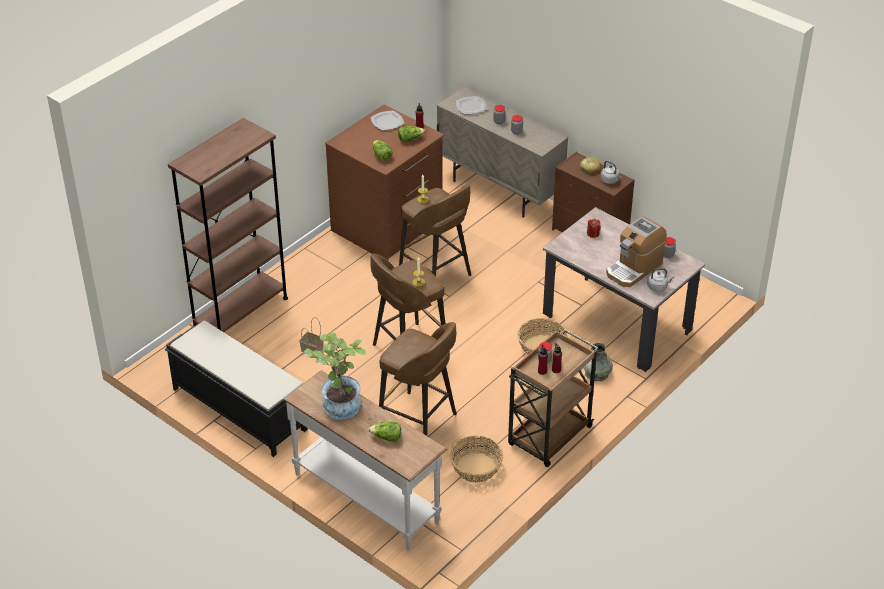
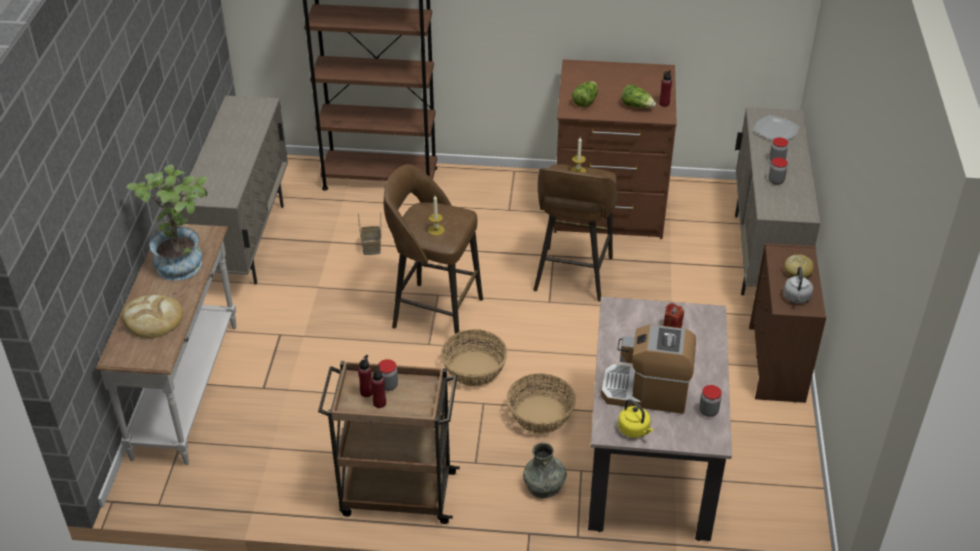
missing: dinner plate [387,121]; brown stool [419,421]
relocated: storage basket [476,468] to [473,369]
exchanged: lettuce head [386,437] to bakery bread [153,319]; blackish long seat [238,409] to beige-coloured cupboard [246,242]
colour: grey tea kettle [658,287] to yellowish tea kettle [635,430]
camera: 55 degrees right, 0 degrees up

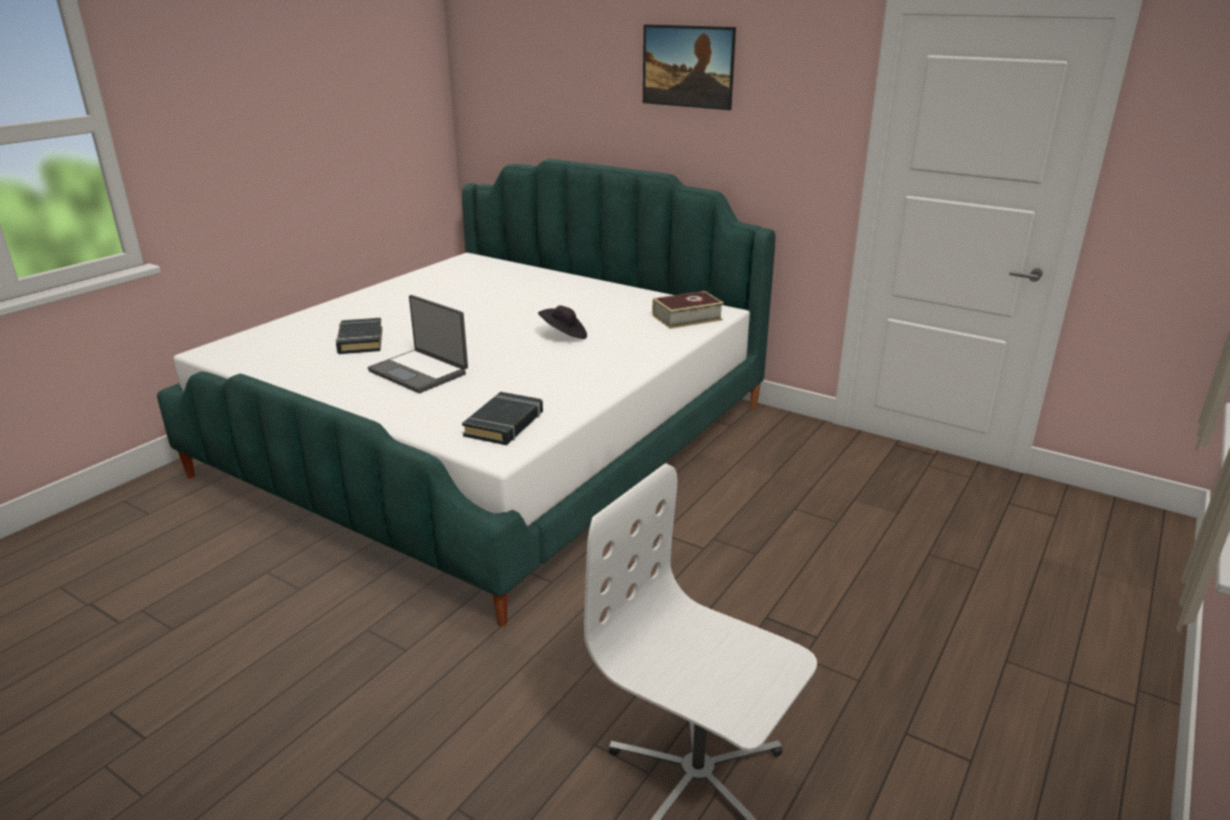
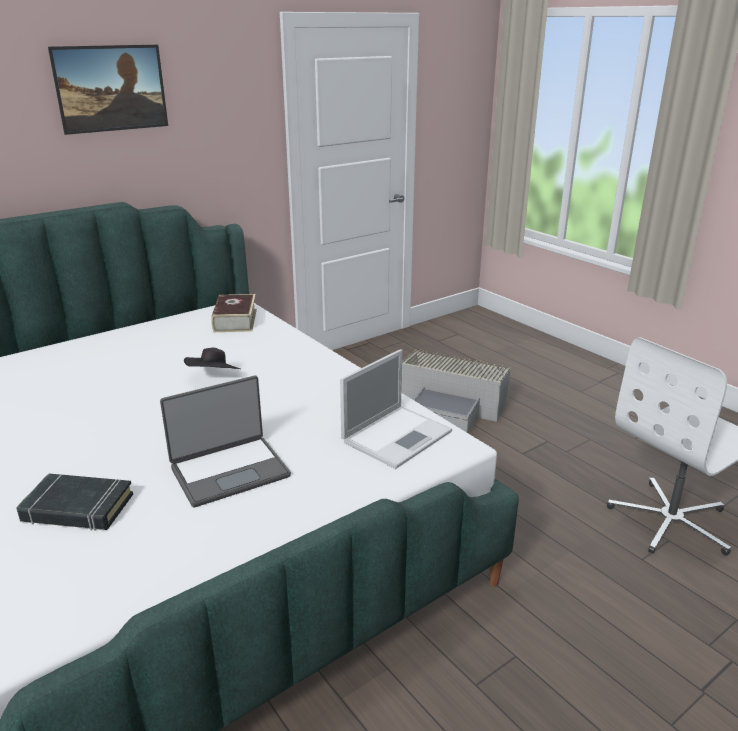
appeared: grey storage box [452,408]
exchanged: blackish volume [504,424] to notebook computer [398,435]
camera: 70 degrees left, 0 degrees up

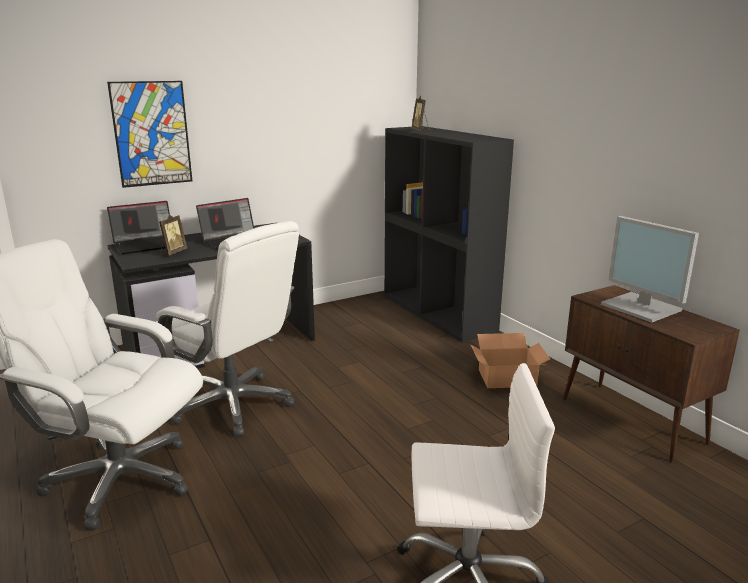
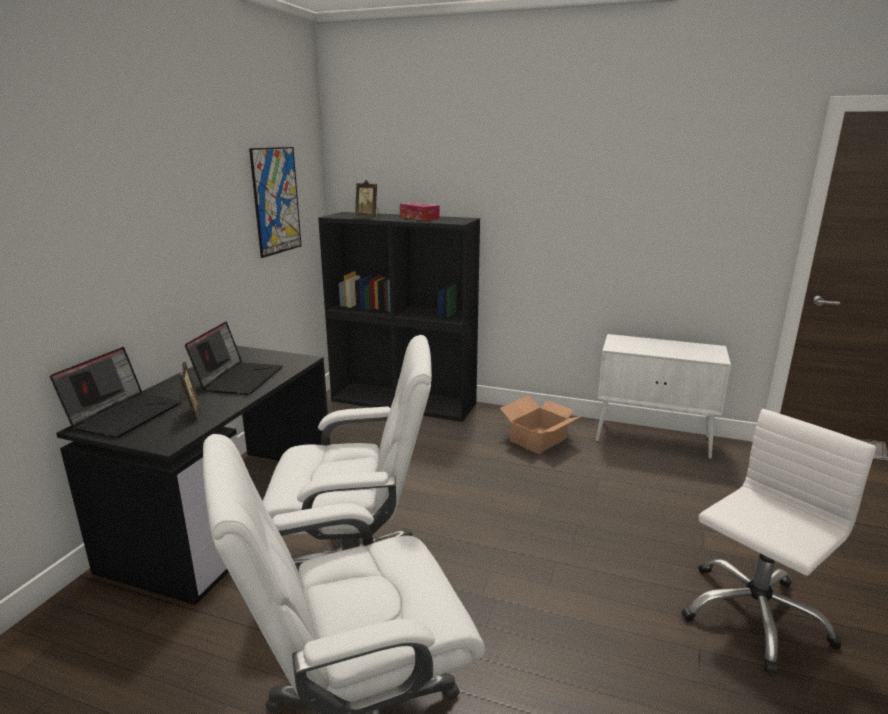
missing: monitor [642,307]
appeared: box of tissues [419,217]
relocated: picture [151,134] to [276,201]
colour: brown cupboard [633,421] to whitish cupboard [653,439]
camera: 40 degrees left, 0 degrees up

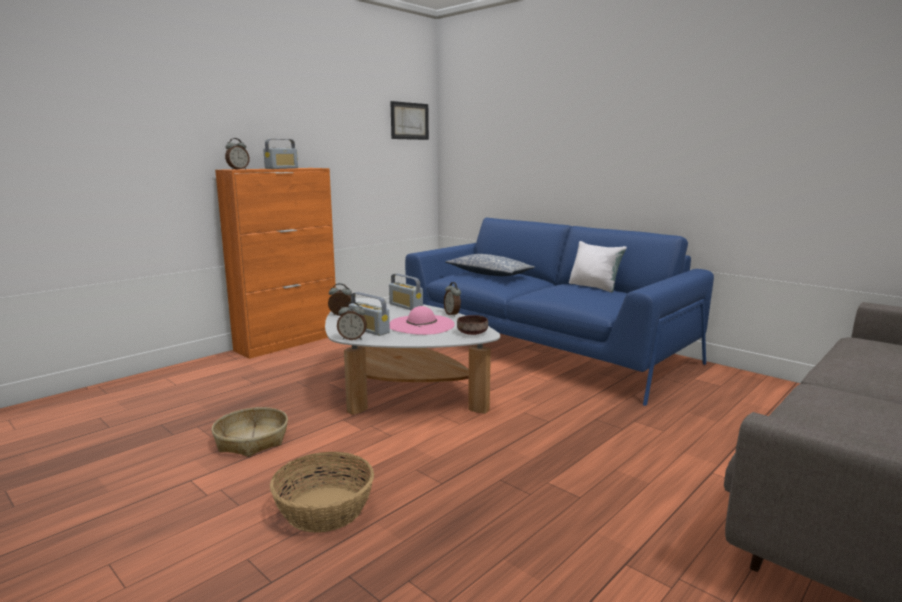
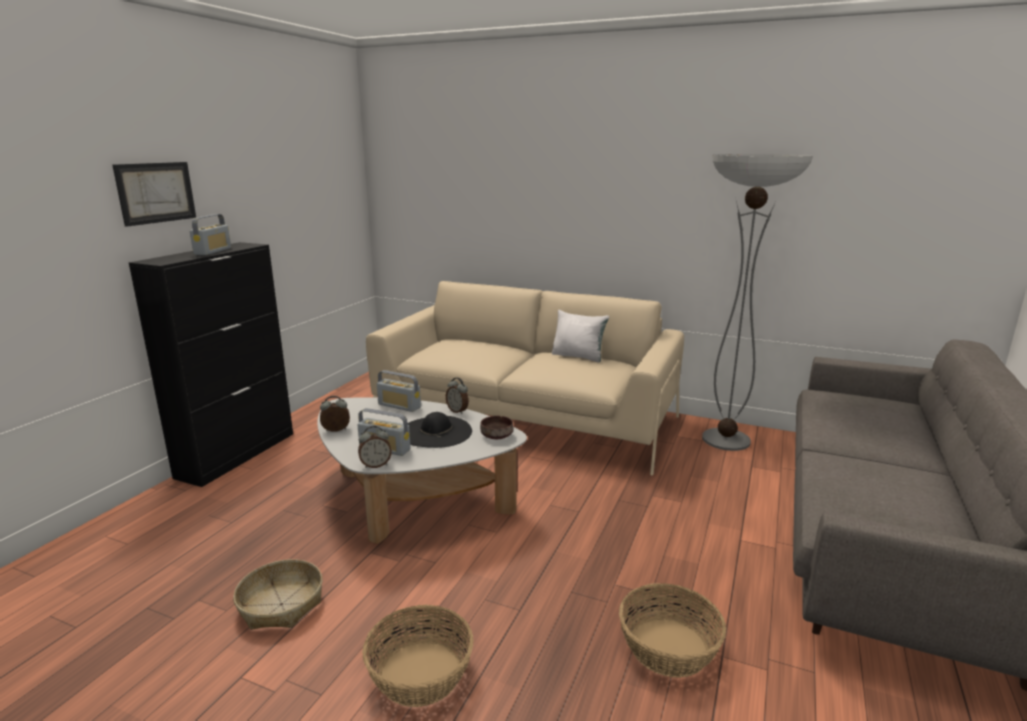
missing: alarm clock [238,169]; pillow [489,274]
appeared: storage basket [669,647]; floor lamp [726,440]
relocated: picture [409,121] to [156,192]
colour: orange-coloured cupboard [288,342] to blackish cupboard [238,454]; blue settee [543,346] to beige-coloured settee [525,417]; pink-coloured clothing hat [421,325] to blackish clothing hat [436,432]
camera: 20 degrees left, 5 degrees up

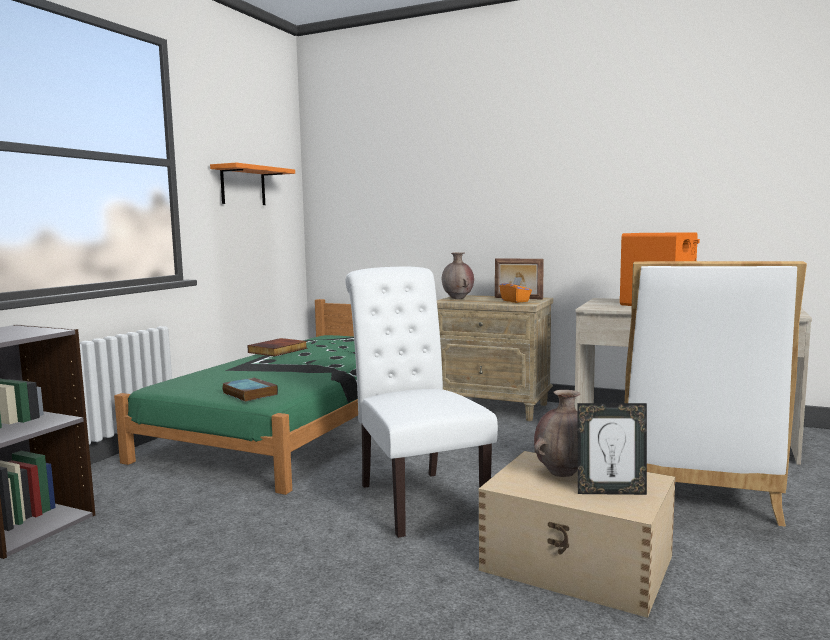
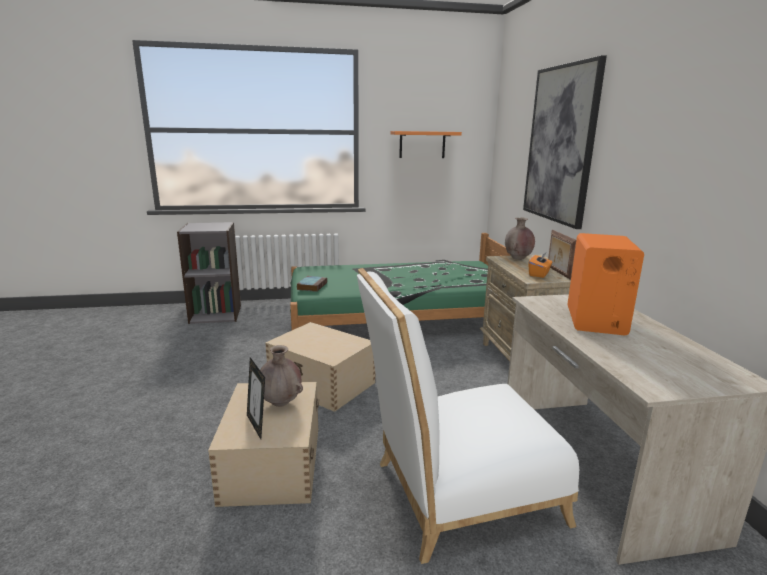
missing: volume [278,350]
appeared: picture [560,144]
exchanged: whitish plain chair [416,497] to beige-coloured storage box [322,383]
camera: 55 degrees right, 10 degrees up

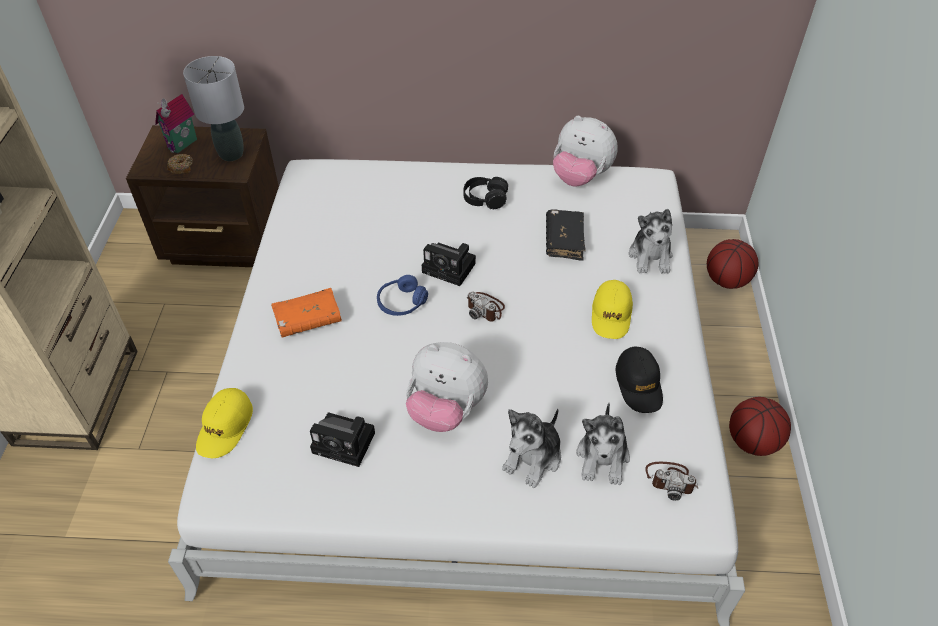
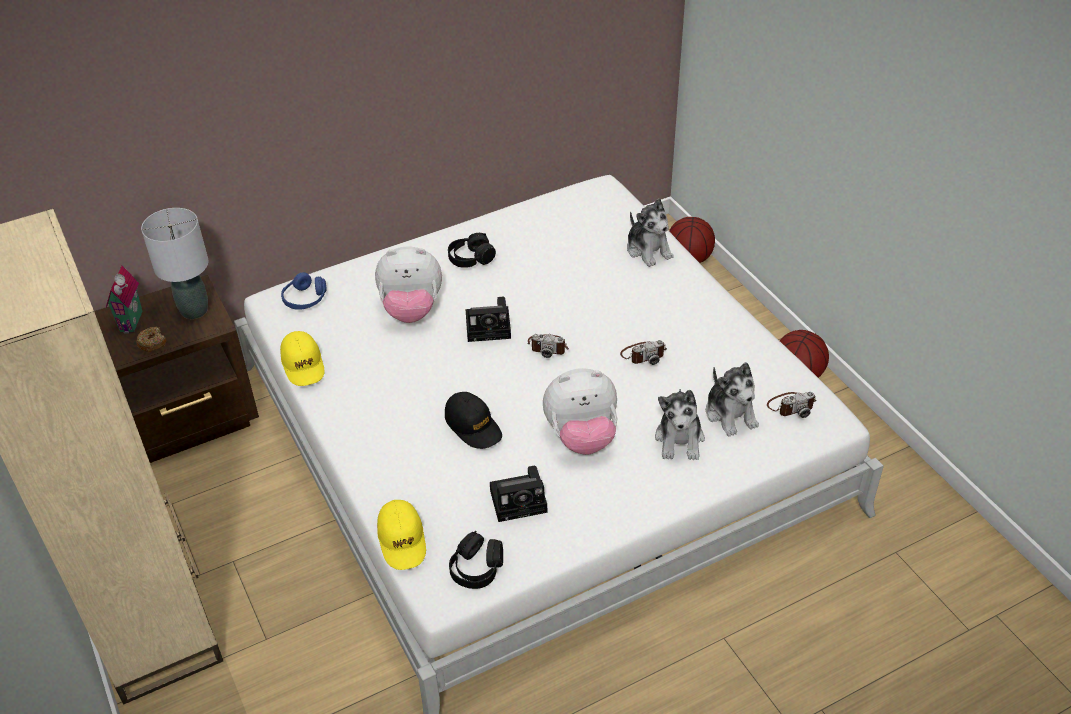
missing: orange-coloured volume [308,319]; blackish volume [564,240]
appeared: blackish pair of headphones [477,568]; photo camera [643,354]
relocated: yellowish peaked cap [611,315] to [303,365]; blue pair of headphones [401,303] to [305,299]; plush toy [580,177] to [411,310]; blackish peaked cap [639,384] to [473,426]
camera: 30 degrees left, 5 degrees down

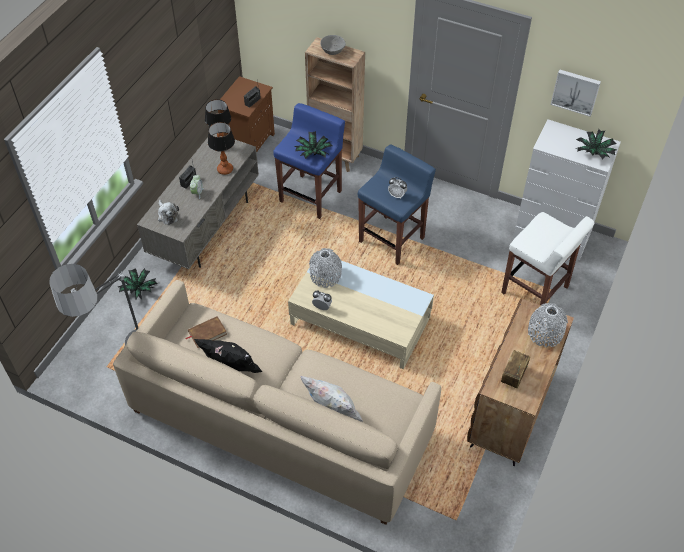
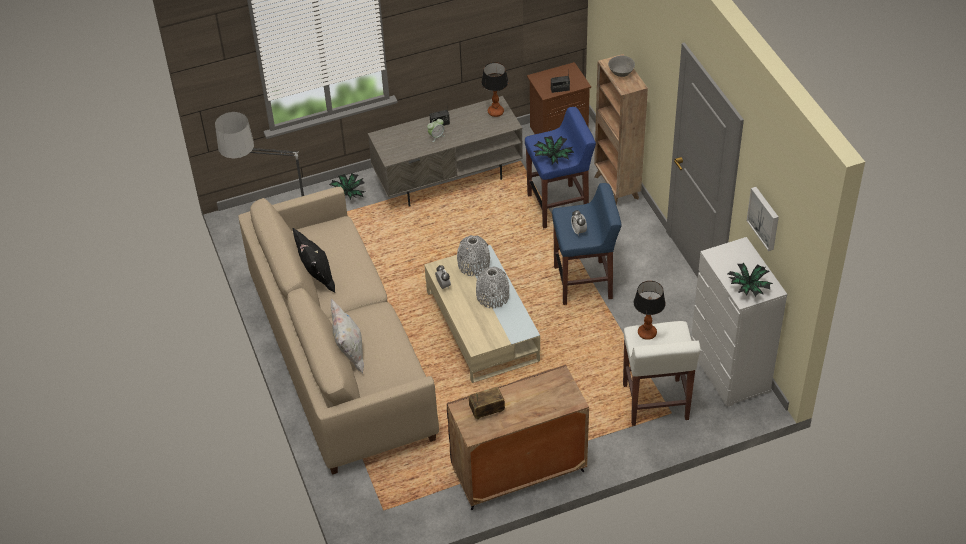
missing: plush toy [167,215]; brown volume [207,333]
relocated: grey vase [545,333] to [493,296]; table lamp [224,169] to [646,333]
camera: 45 degrees right, 5 degrees down

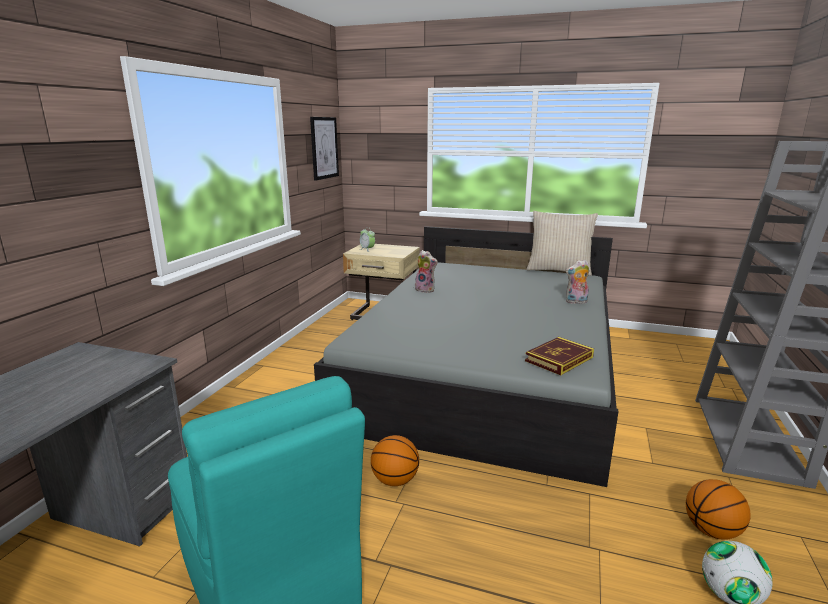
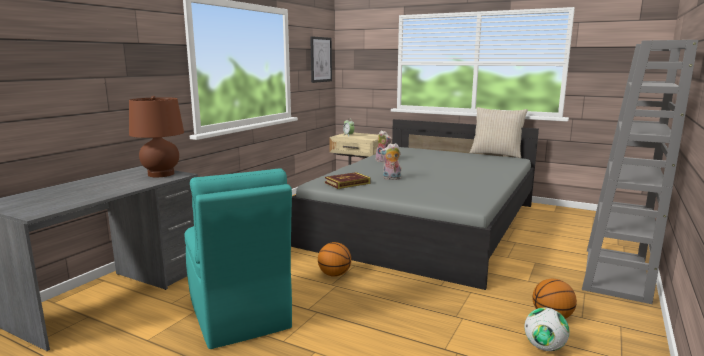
appeared: brown table lamp [161,174]
relocated: volume [559,359] to [347,183]; plush toy [576,302] to [391,178]
camera: 10 degrees right, 5 degrees down

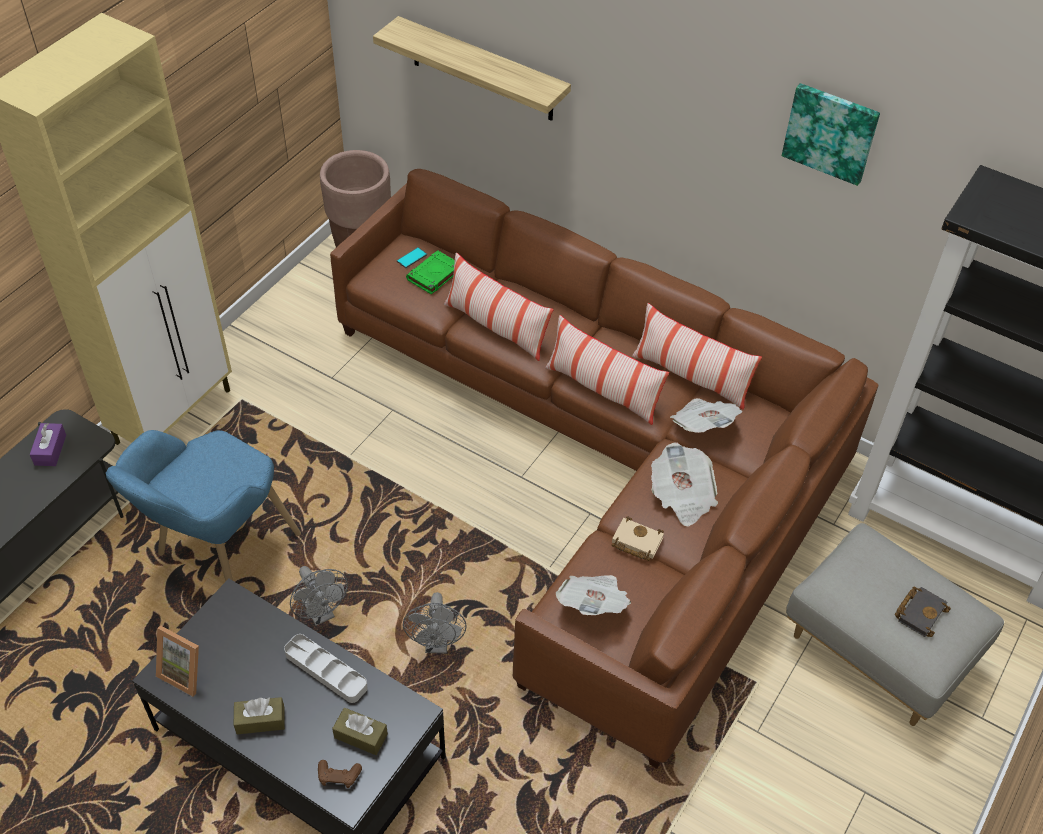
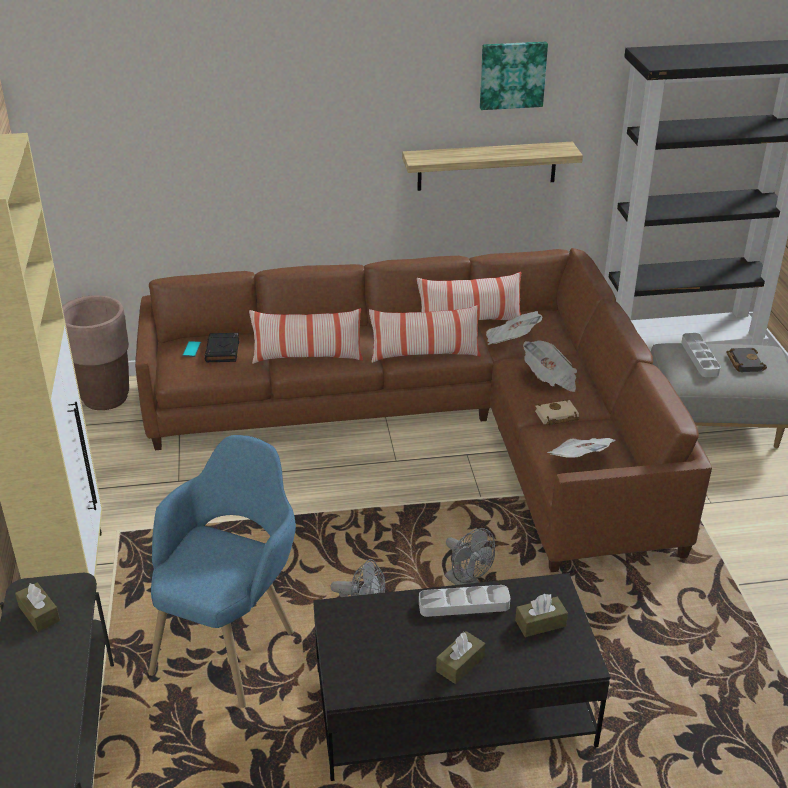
missing: picture frame [186,672]; brown gamepad [338,776]
appeared: grey carrying tray [699,358]
relocated: shelf [482,70] to [487,166]
colour: purple box of tissues [50,450] to brown box of tissues [39,614]; greenish volume [434,275] to blackish volume [222,351]
spun: blue easy chair [217,557] = [232,640] 150 degrees counterclockwise
camera: 40 degrees left, 15 degrees down

